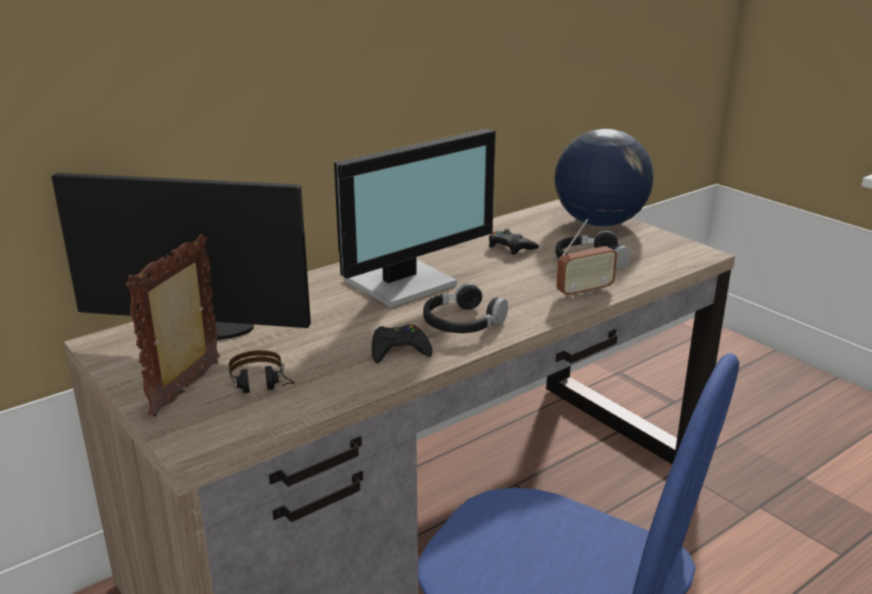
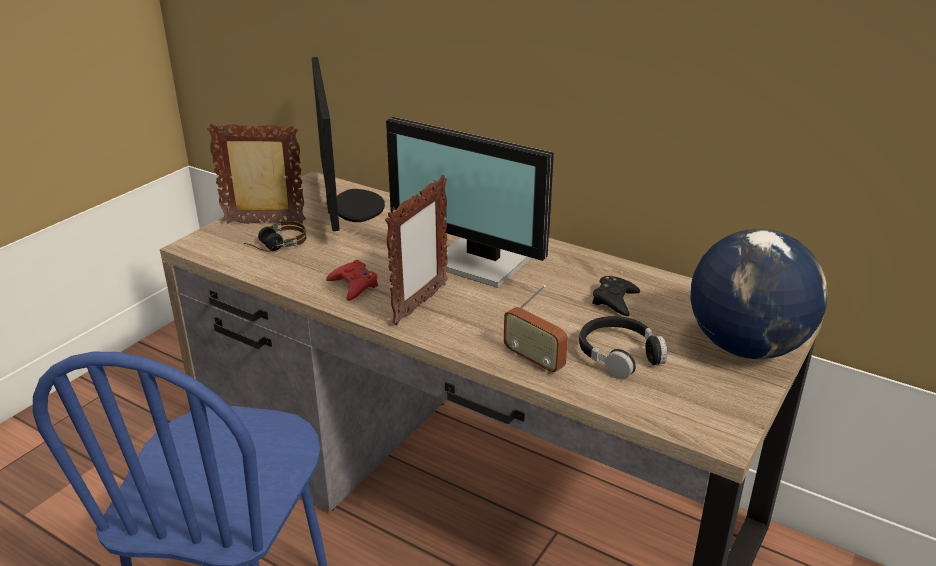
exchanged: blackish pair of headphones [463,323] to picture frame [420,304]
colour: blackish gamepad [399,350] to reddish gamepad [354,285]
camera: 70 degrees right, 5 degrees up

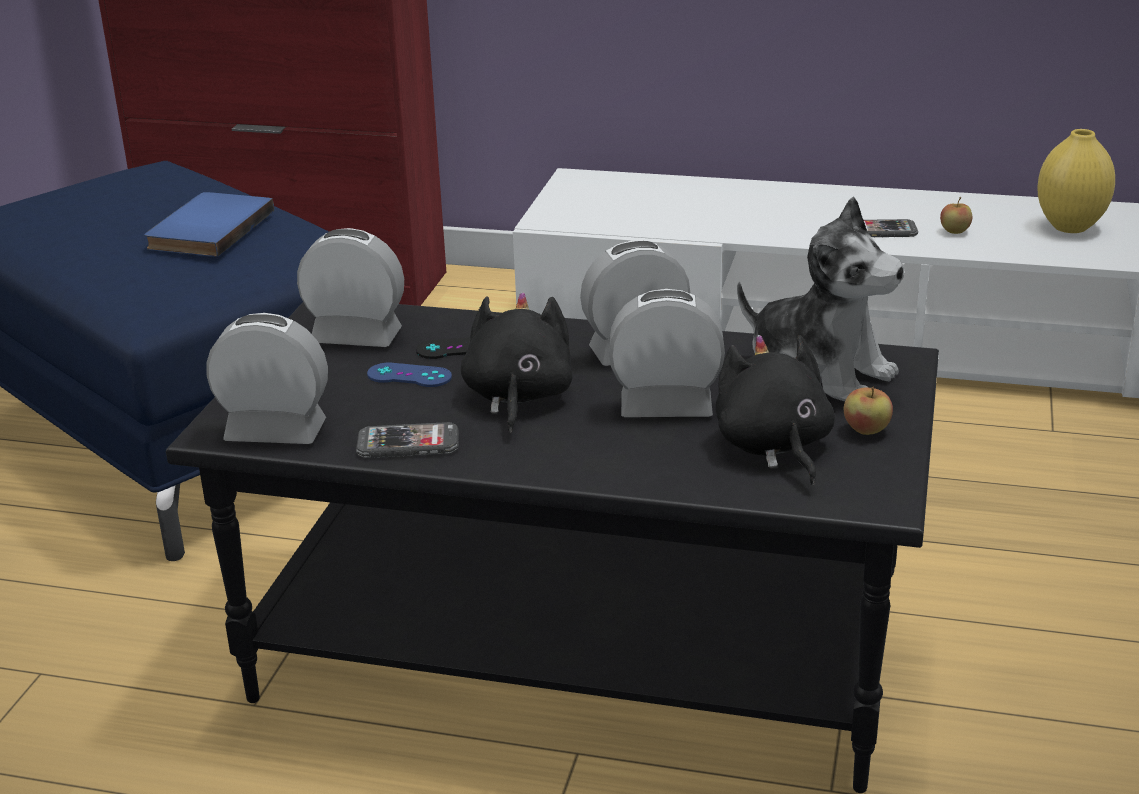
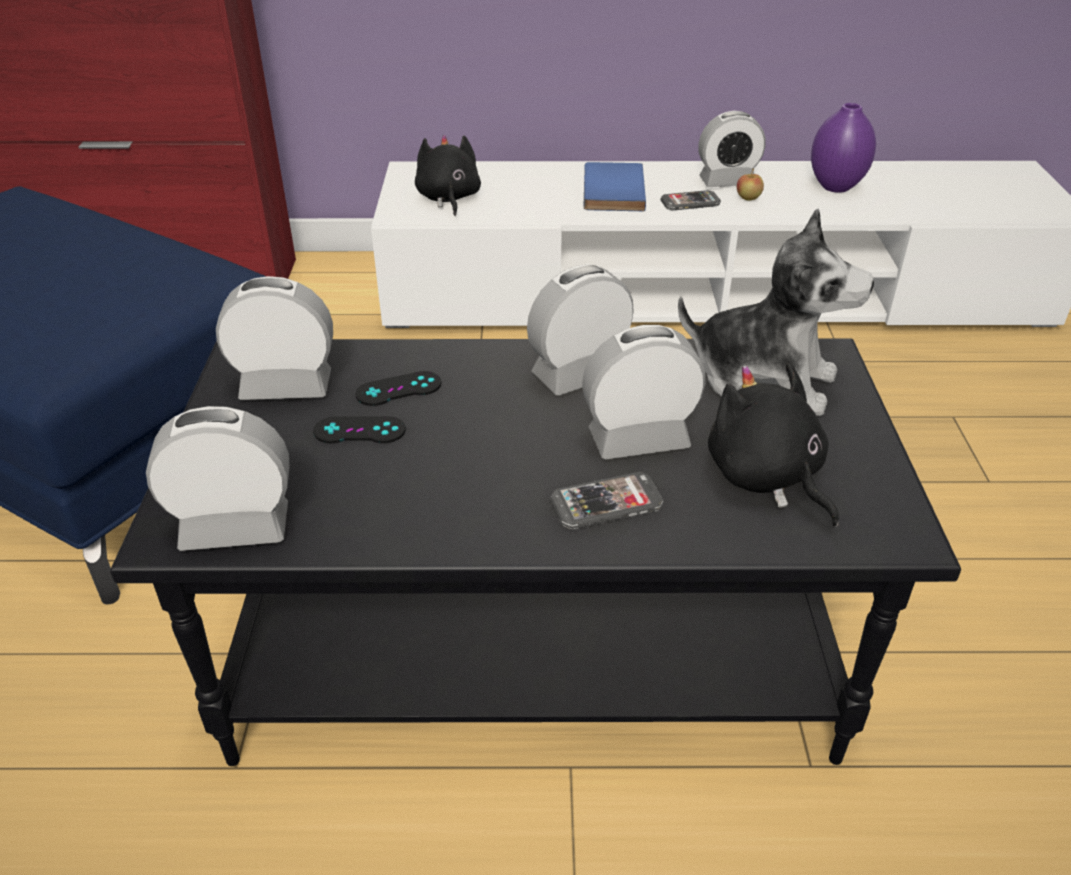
missing: apple [867,430]
appeared: alarm clock [727,181]
relocated: blackish plush toy [517,397] to [448,198]; telephone [408,444] to [606,504]; blue volume [207,229] to [610,191]
colour: blue gamepad [409,376] to blackish gamepad [359,431]; yellowish vase [1070,227] to purple vase [836,187]
camera: 15 degrees left, 10 degrees up

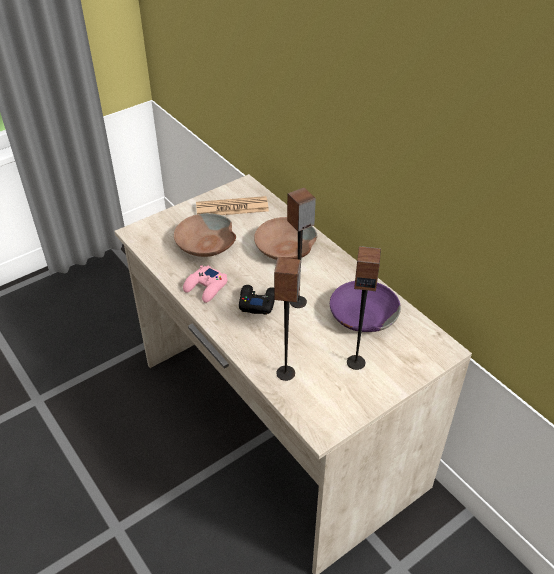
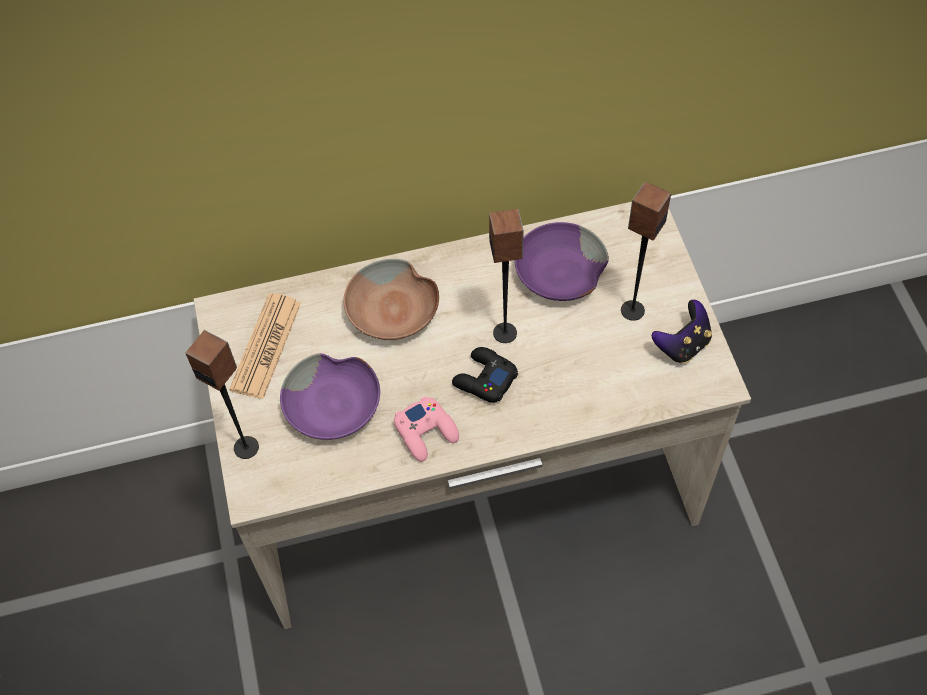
appeared: gamepad [682,345]
relocated: loudspeaker [286,373] to [246,447]
colour: brown bowl [206,245] to purple bowl [334,406]
camera: 65 degrees left, 15 degrees up

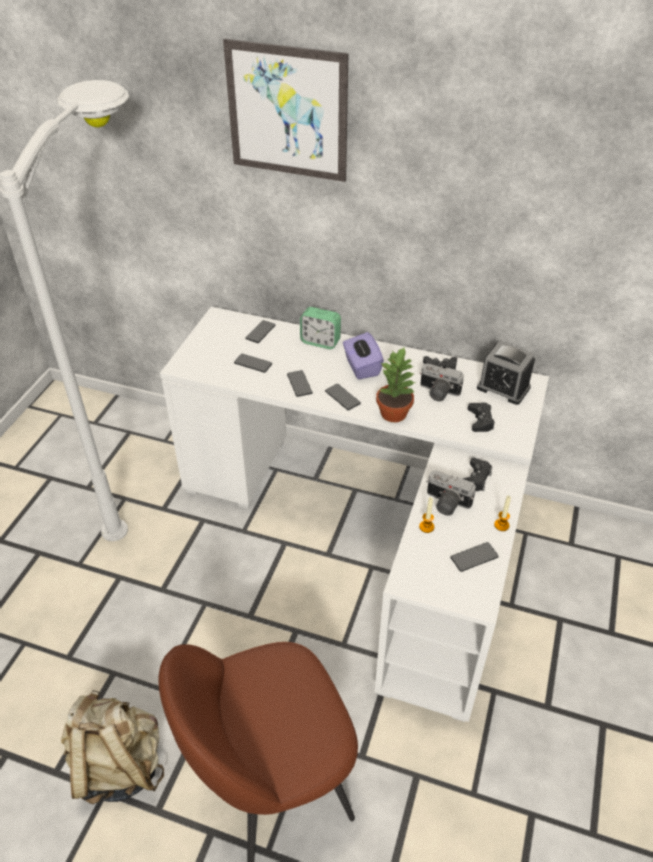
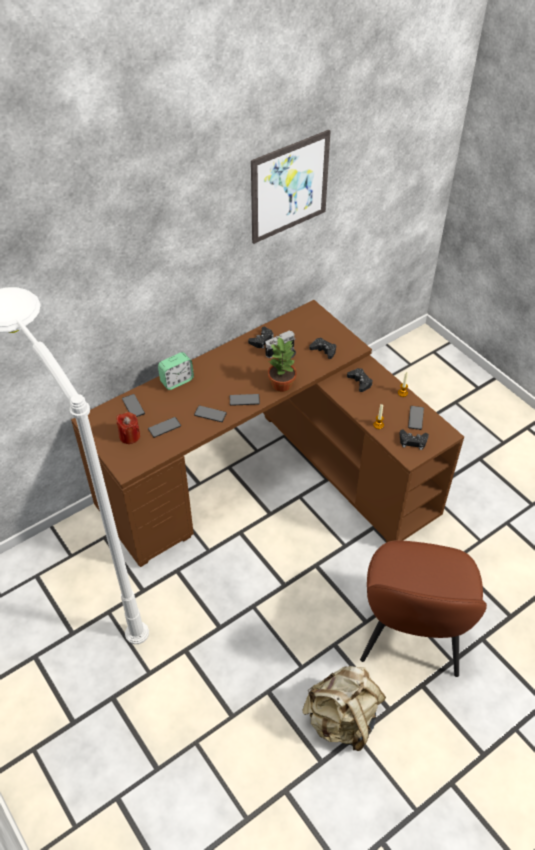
missing: purple box of tissues [361,367]; photo camera [446,503]; alarm clock [503,388]
appeared: reddish wax candle [129,436]; blackish gamepad [413,441]
relocated: picture [287,112] to [289,187]
colour: whitish desk table [372,529] to brown desk table [270,478]
camera: 55 degrees left, 5 degrees up

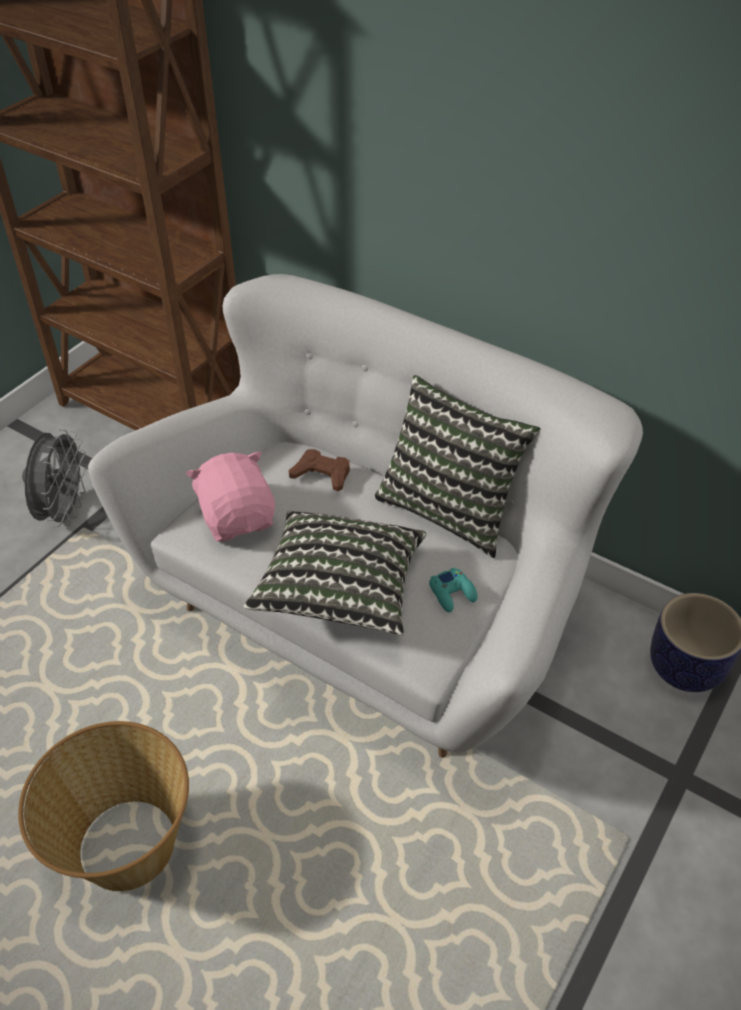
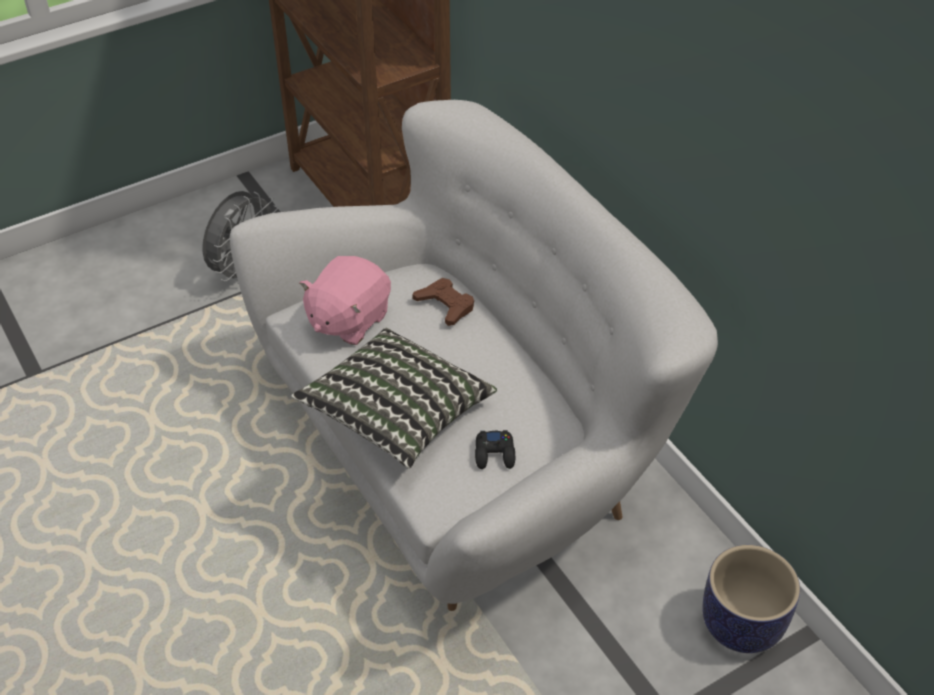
missing: storage basket [126,846]; pillow [450,507]
colour: turquoise-coloured gamepad [452,593] to blackish gamepad [495,454]
spun: pink-coloured plush toy [238,517] = [348,320] 150 degrees counterclockwise
camera: 25 degrees right, 0 degrees up

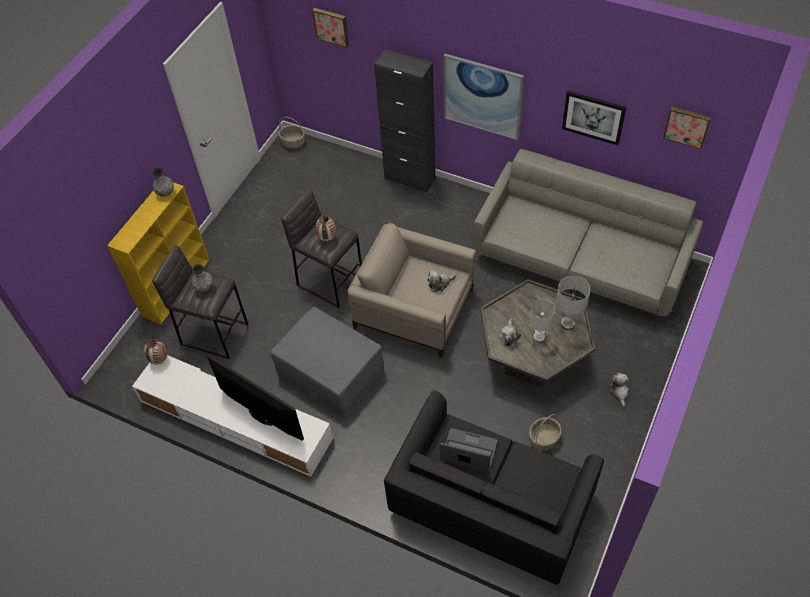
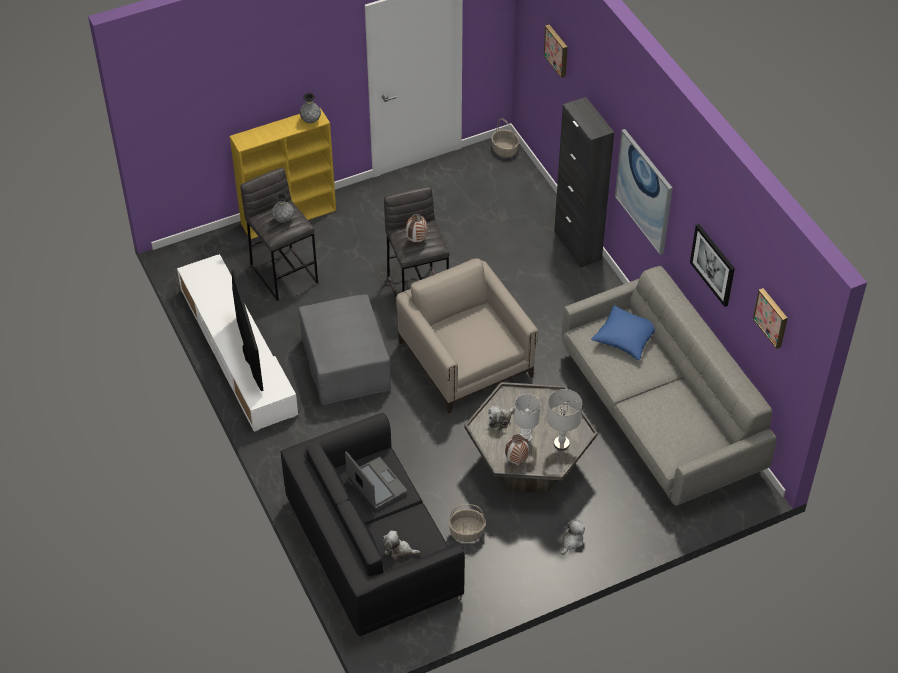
appeared: blue pillow [625,338]
relocated: plush toy [440,283] to [399,550]; vase [159,361] to [516,461]
camera: 35 degrees right, 5 degrees down

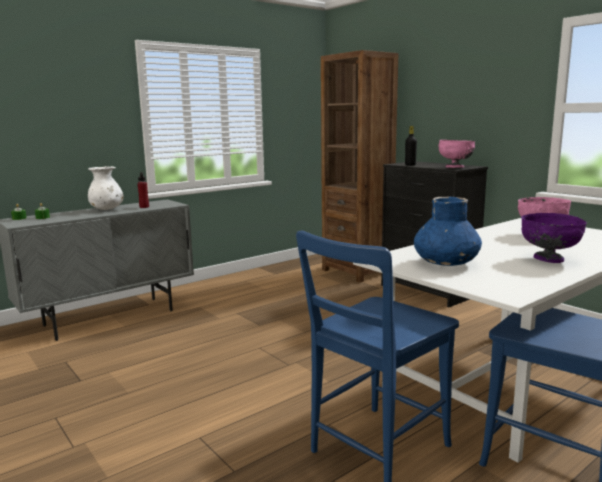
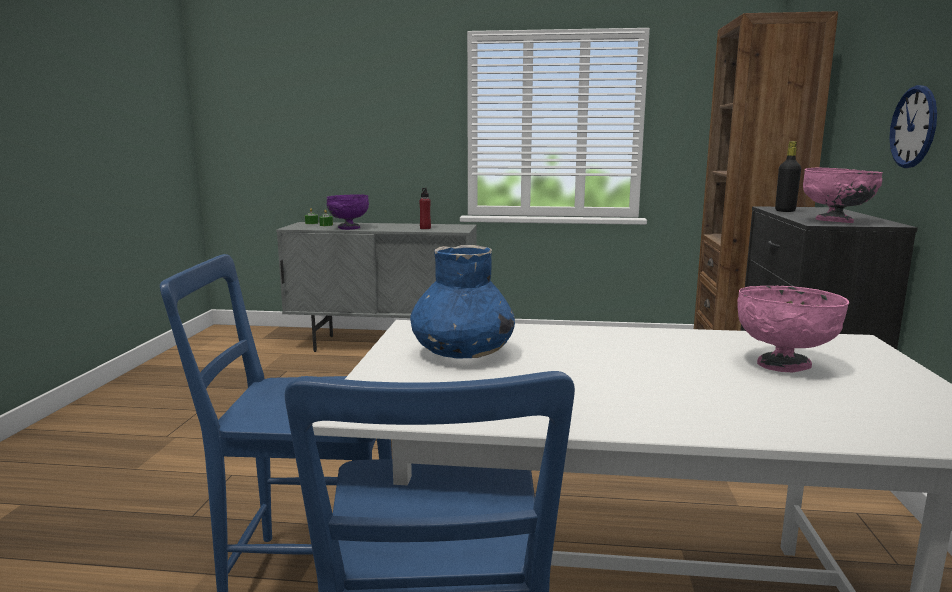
missing: whitish vase [107,209]
appeared: clock on the wall [913,127]
relocated: purple bowl [548,259] to [348,228]
camera: 45 degrees right, 0 degrees up

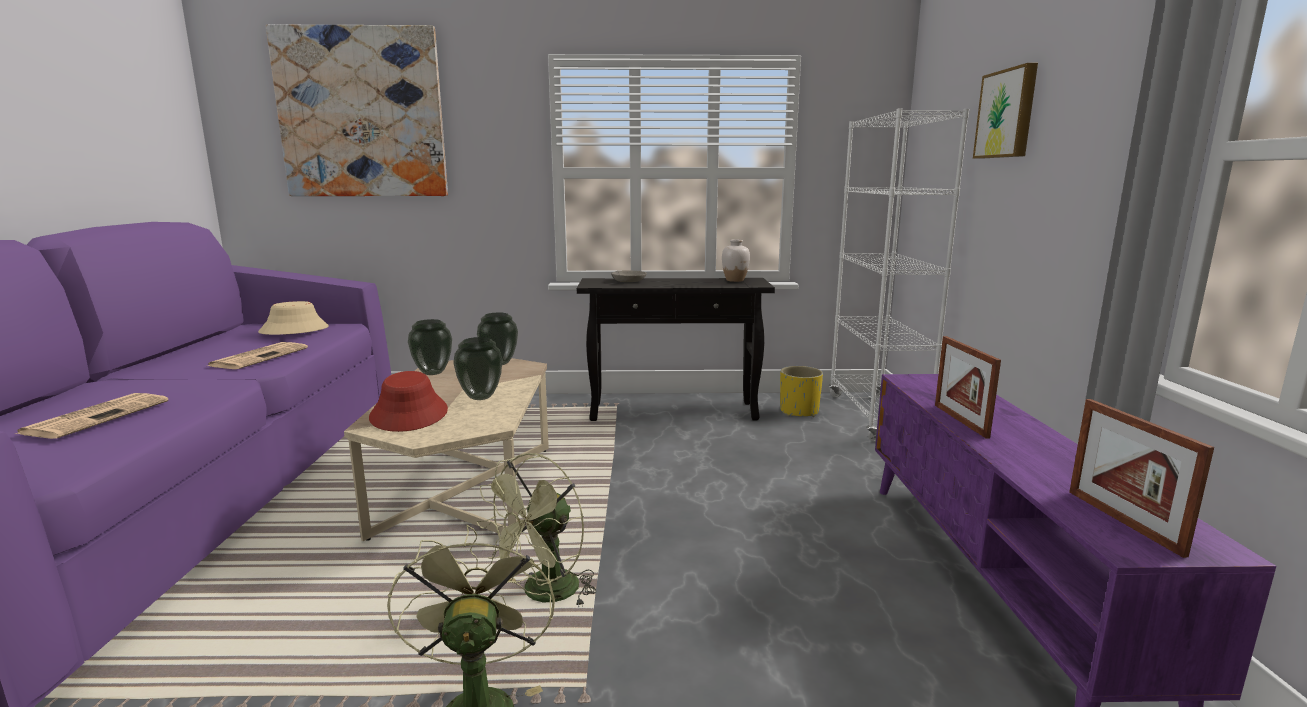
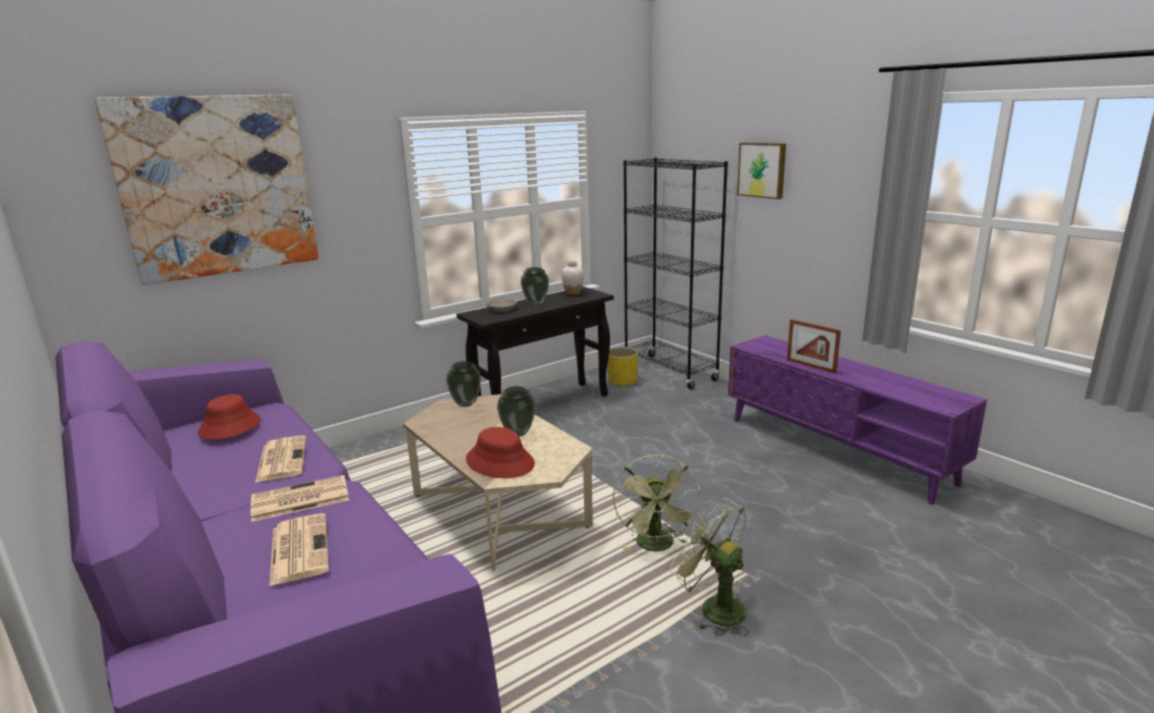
missing: picture frame [1123,521]
appeared: printed paper [299,499]
relocated: vase [432,373] to [535,303]
colour: beige-coloured clothing hat [294,330] to reddish clothing hat [229,427]; whitish bookshelf [875,417] to blackish bookshelf [670,372]
camera: 35 degrees left, 5 degrees up

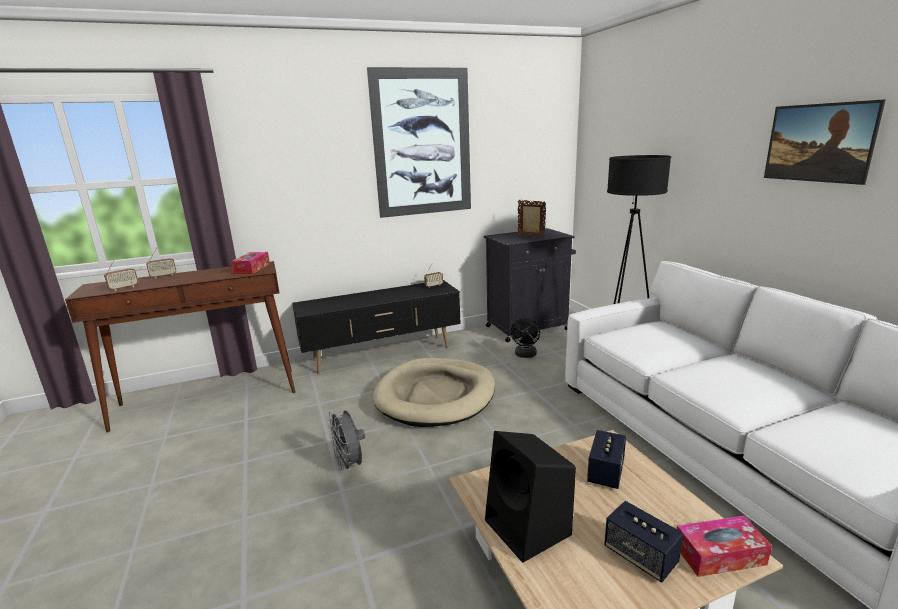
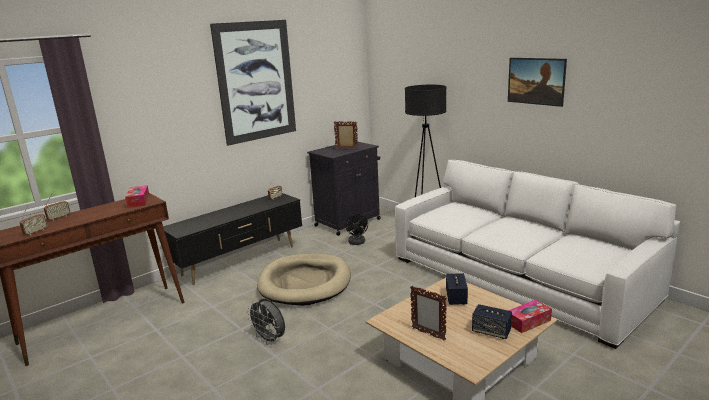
exchanged: blackish loudspeaker [529,528] to picture frame [428,334]
camera: 20 degrees left, 0 degrees up

